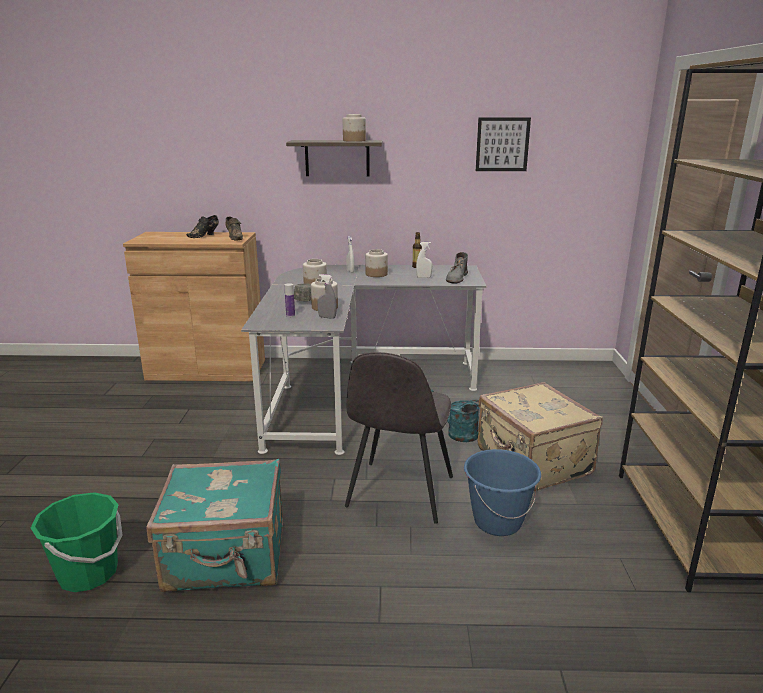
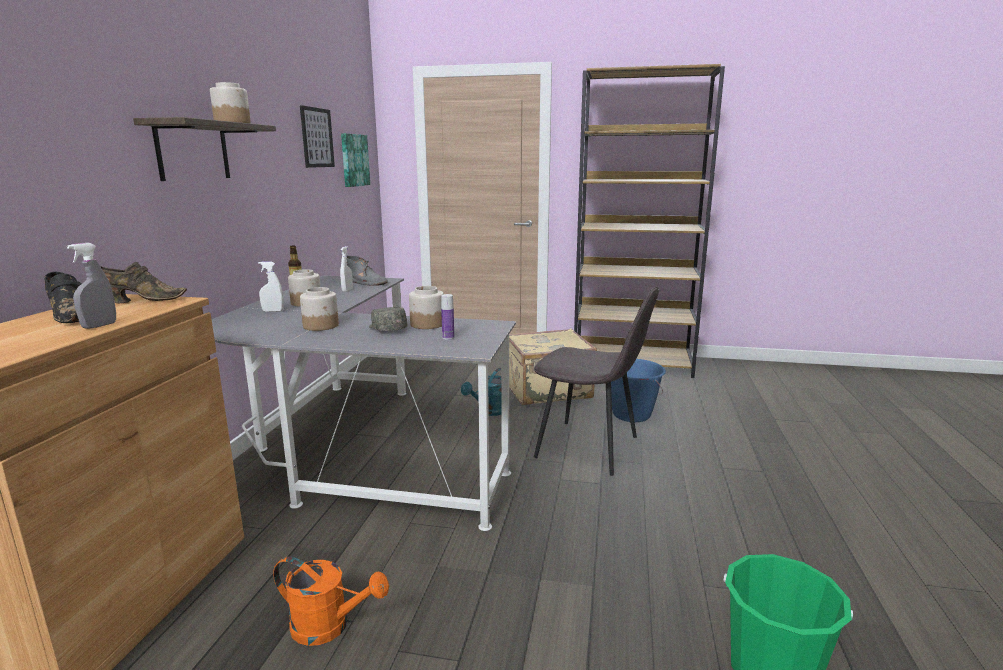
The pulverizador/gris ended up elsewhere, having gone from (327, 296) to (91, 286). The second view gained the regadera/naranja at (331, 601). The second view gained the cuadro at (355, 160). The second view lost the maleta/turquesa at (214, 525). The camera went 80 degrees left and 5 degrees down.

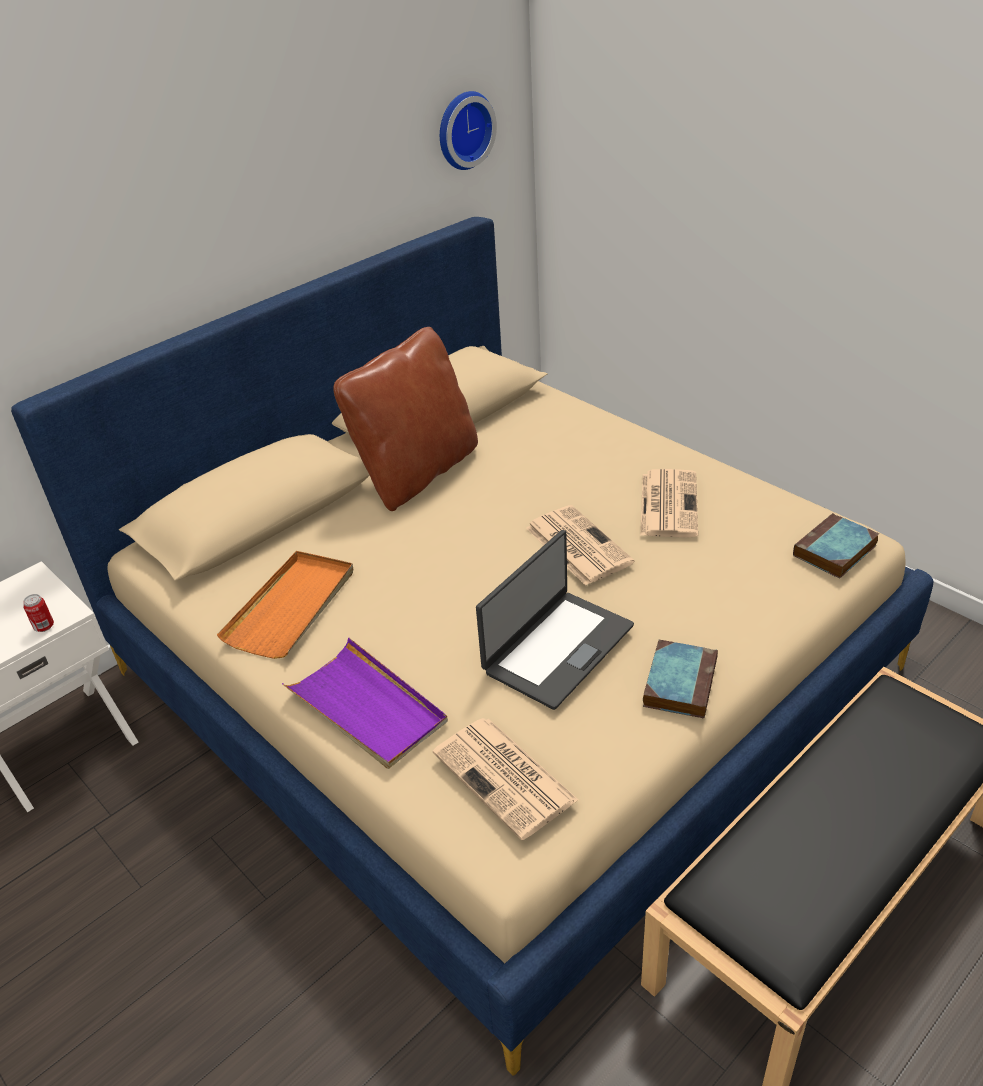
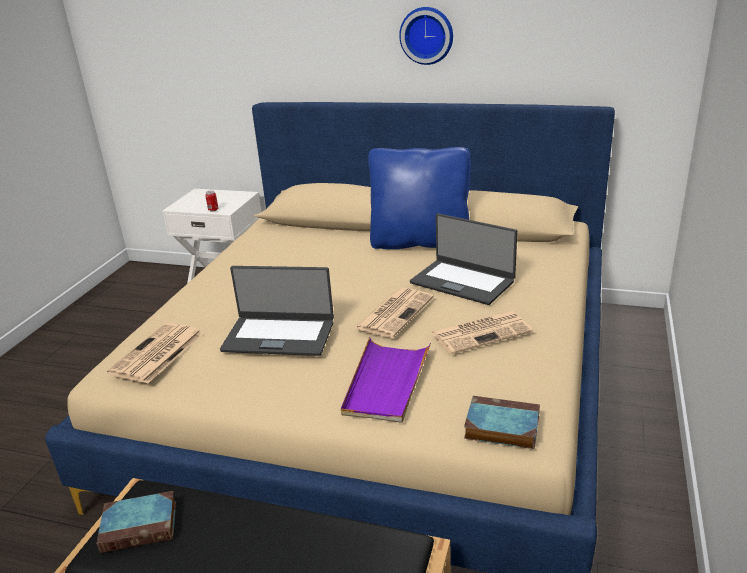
The libro ended up elsewhere, having gone from (680, 679) to (136, 522). The bandeja/morado ended up elsewhere, having gone from (365, 703) to (386, 380). What was the cojín/marrón at (405, 419) turned into the cojín/azul at (419, 198). The reloj de pared ended up elsewhere, having gone from (468, 130) to (426, 36). The second view gained the portátil at (463, 259). The second view lost the bandeja/naranja at (285, 605). The camera went 60 degrees right and 10 degrees down.

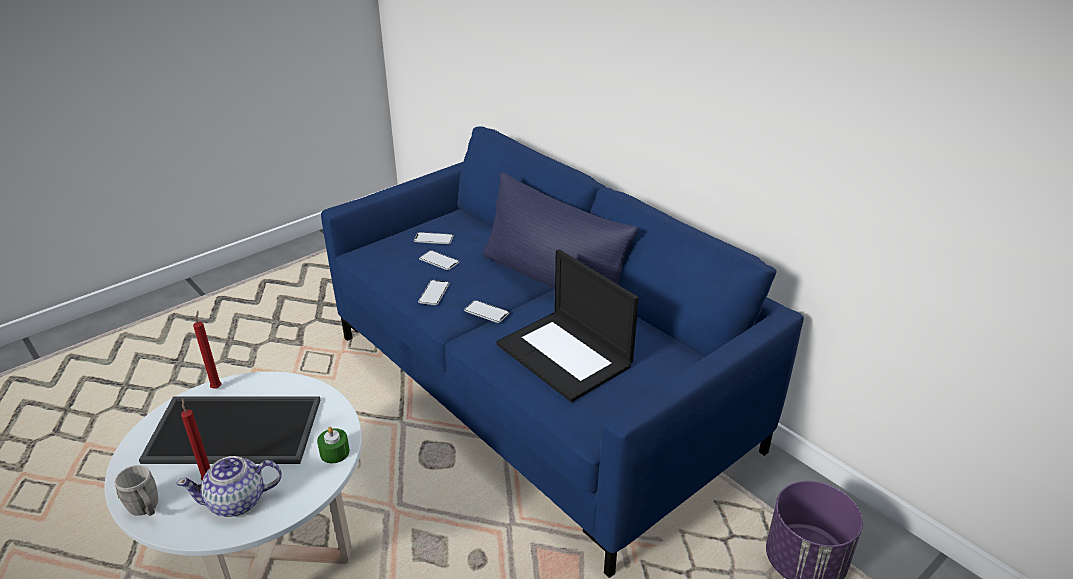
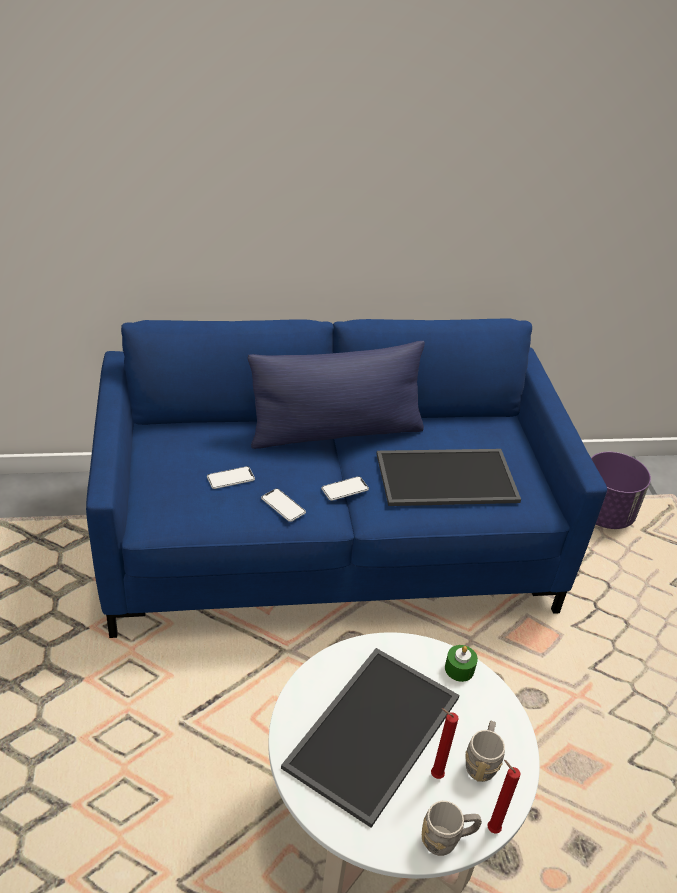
Where the portátil stood at (567, 325), the bandeja came to stand at (448, 477). Where the tetera stood at (229, 486), the taza grande/gris came to stand at (485, 751). The vela/rojo ended up elsewhere, having gone from (207, 350) to (504, 797). The second view lost the móvil at (434, 238). The camera went 60 degrees left and 5 degrees up.

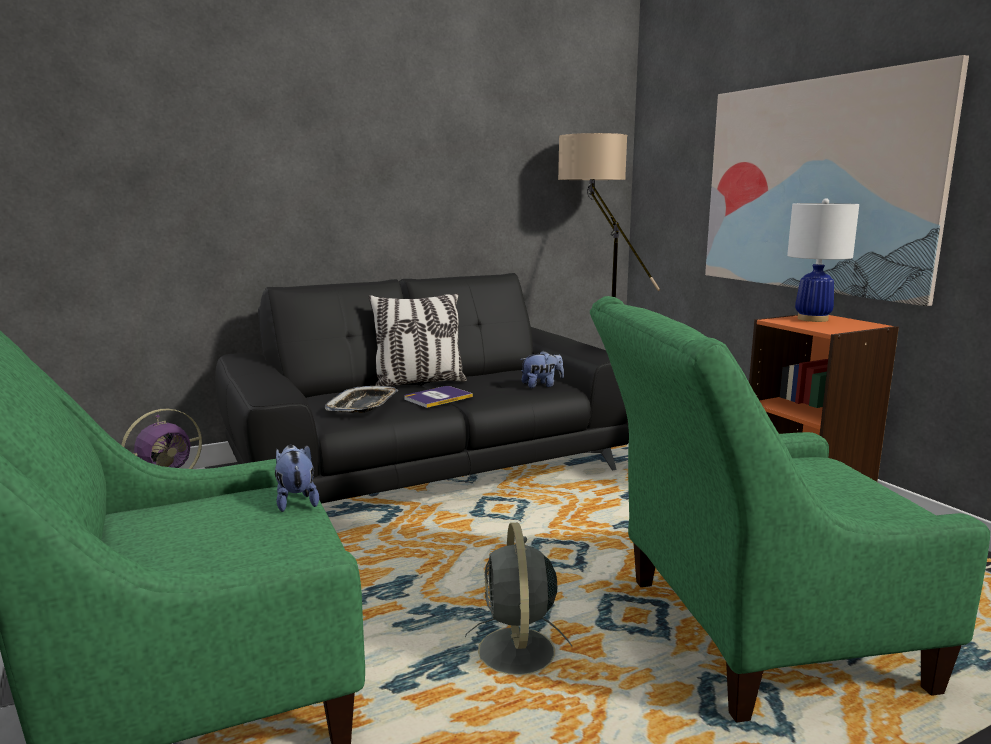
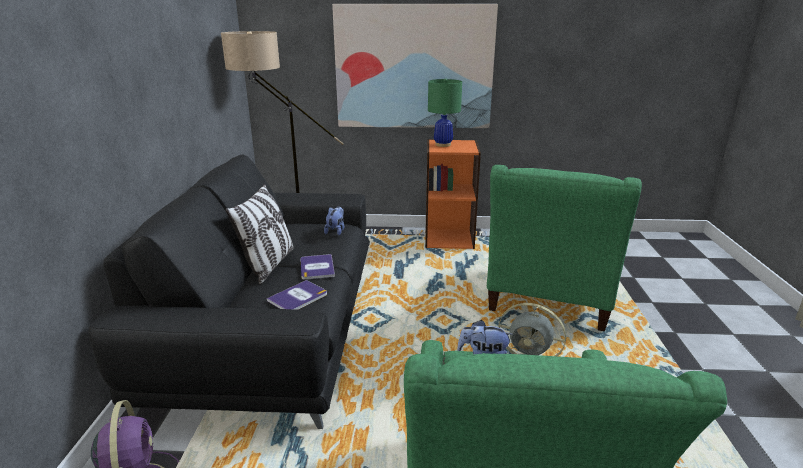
Where the bandeja stood at (361, 399), the libro came to stand at (297, 295). What was the lámpara de mesa/blanco at (823, 260) turned into the lámpara de mesa/verde at (445, 112). The camera went 60 degrees left and 10 degrees up.

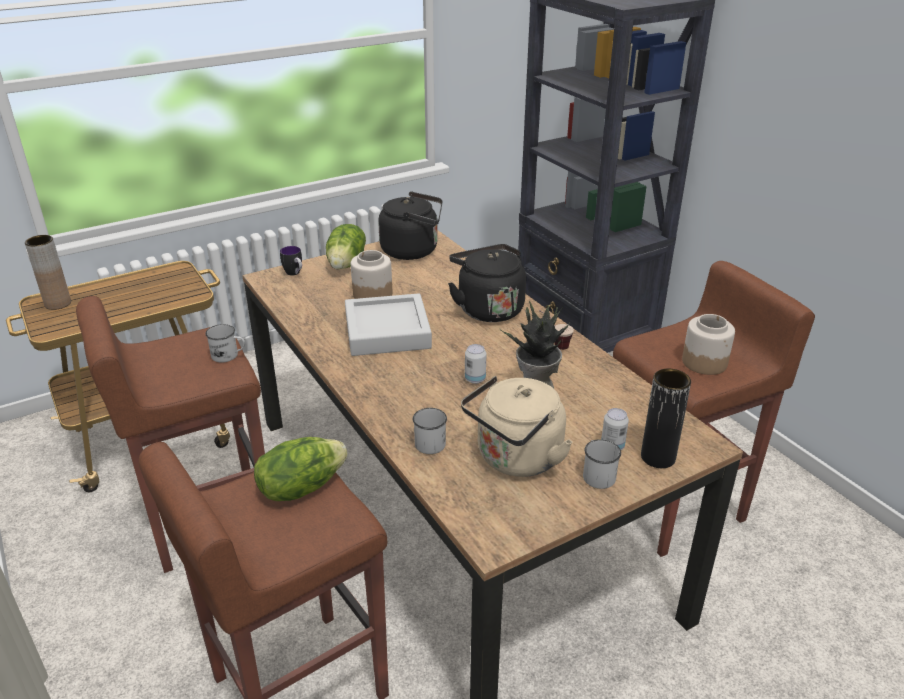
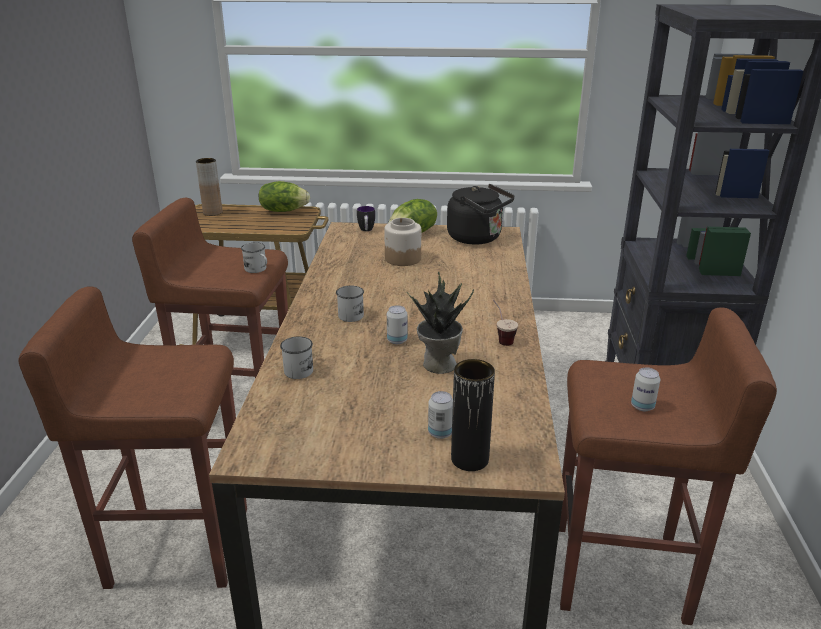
The lechuga ended up elsewhere, having gone from (301, 469) to (284, 196). The taza grande/blanco ended up elsewhere, having gone from (602, 464) to (350, 304). Where the tarro stood at (708, 344), the lata came to stand at (645, 389). The second view lost the bandeja/gris at (388, 324). The second view lost the hervidor/negro at (487, 283). The second view lost the hervidor/beis at (516, 426). The camera went 35 degrees right and 5 degrees down.

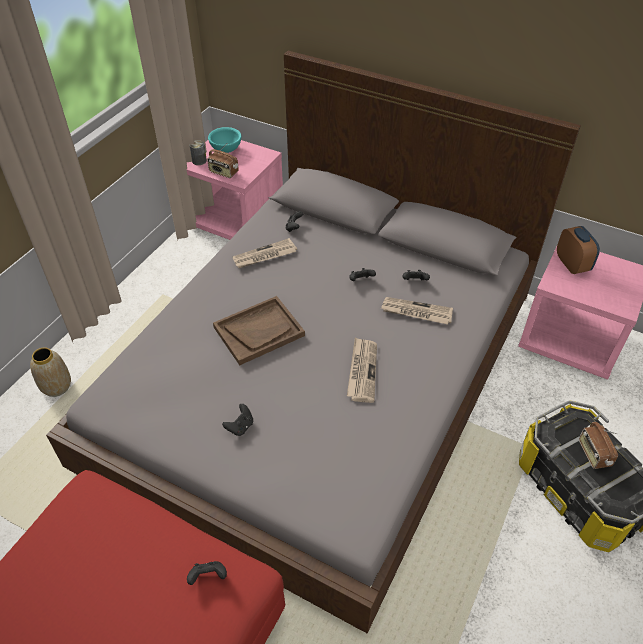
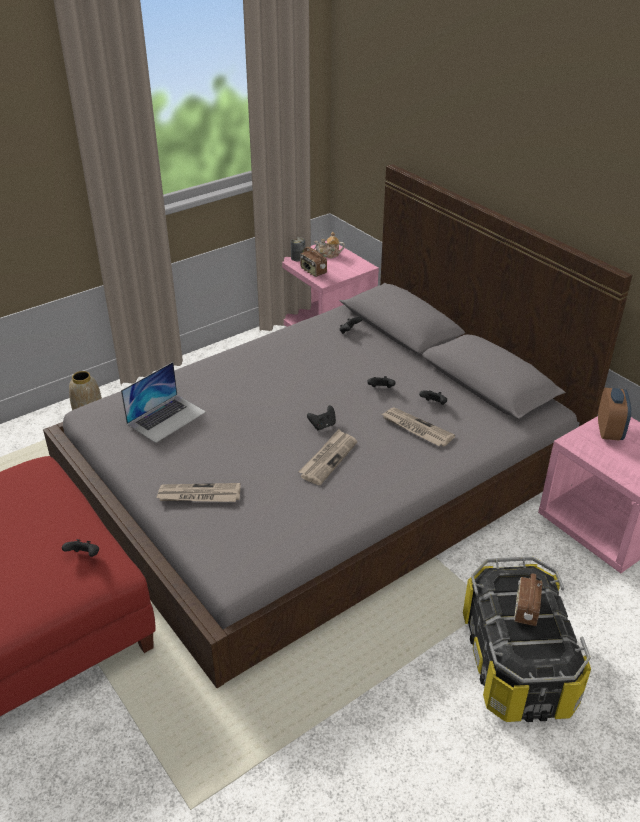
The second view gained the portátil at (163, 402). The periódico ended up elsewhere, having gone from (265, 253) to (198, 492). The mando de consola/negro ended up elsewhere, having gone from (237, 420) to (321, 417). Where the cuenco/turquesa stood at (224, 140), the tetera came to stand at (329, 245). The second view lost the bandeja/marrón at (259, 331). The camera went 25 degrees right and 10 degrees down.

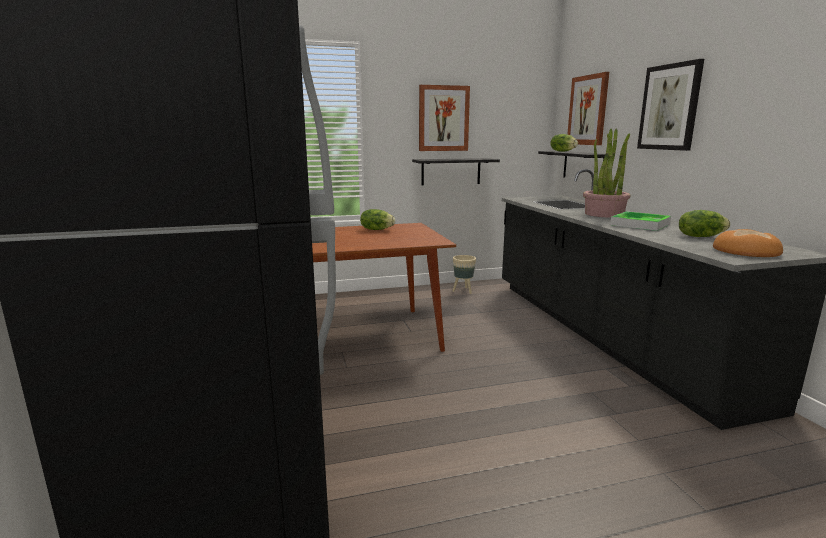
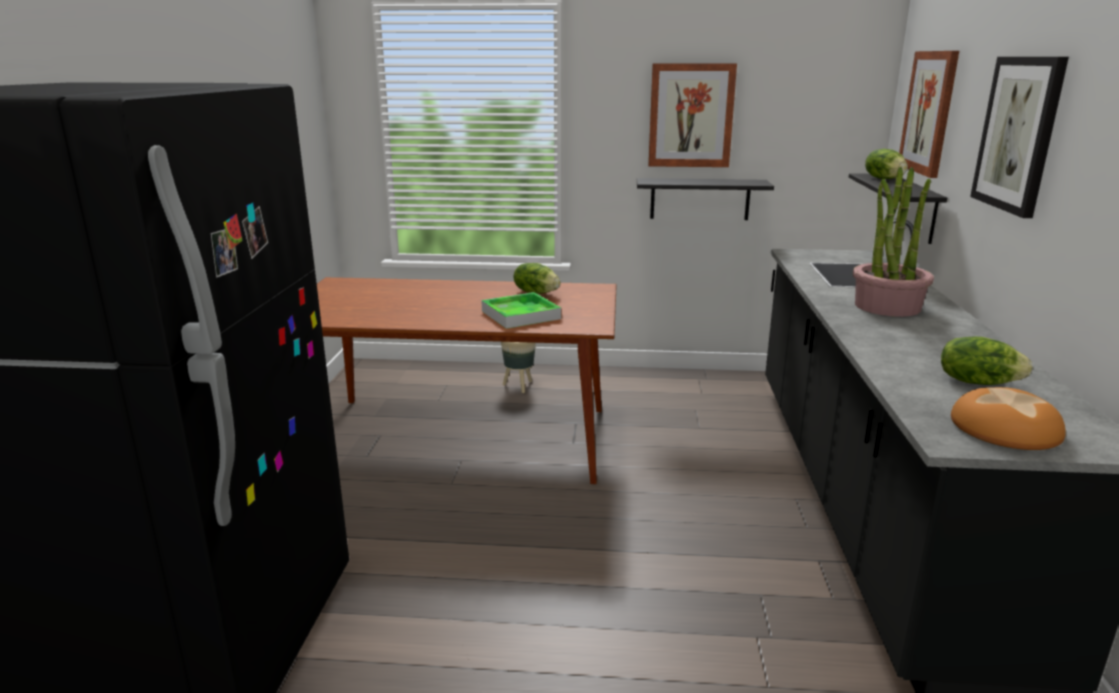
The bandeja ended up elsewhere, having gone from (640, 221) to (521, 310). The maceta/beis ended up elsewhere, having gone from (464, 274) to (518, 367). The camera went 20 degrees right and 5 degrees up.

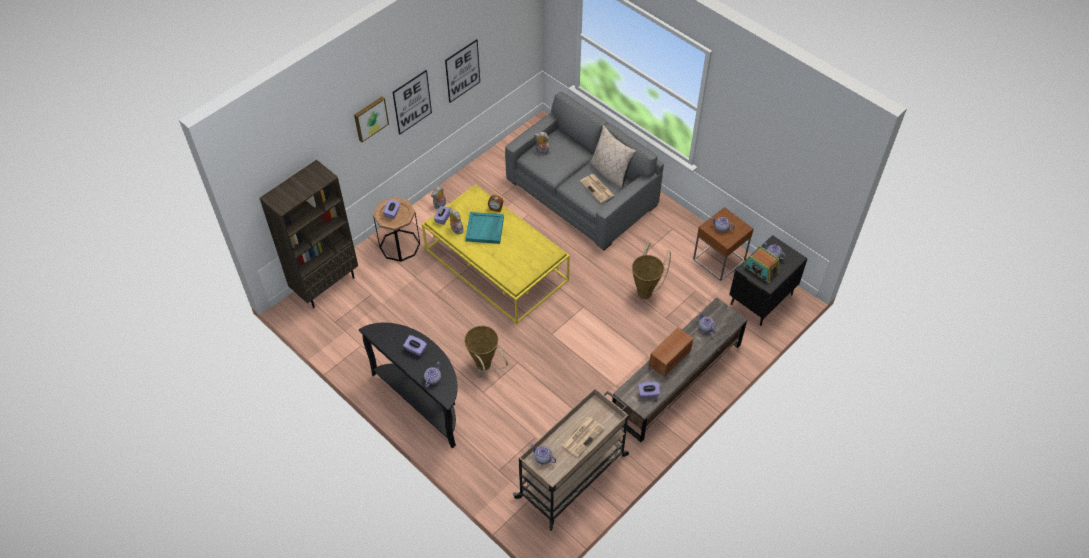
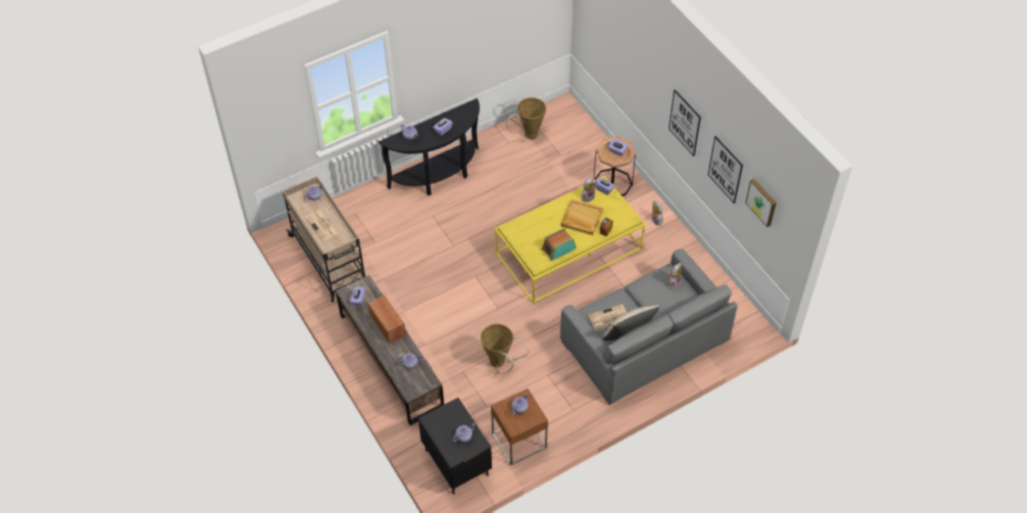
The cesta ended up elsewhere, having gone from (486, 352) to (524, 119). The radio ended up elsewhere, having gone from (761, 264) to (559, 244). What was the bandeja/turquesa at (485, 228) turned into the bandeja/beis at (582, 217). The cuadro ended up elsewhere, having gone from (371, 119) to (760, 203). The second view lost the estantería/marrón at (309, 234). The camera went 105 degrees right and 0 degrees up.

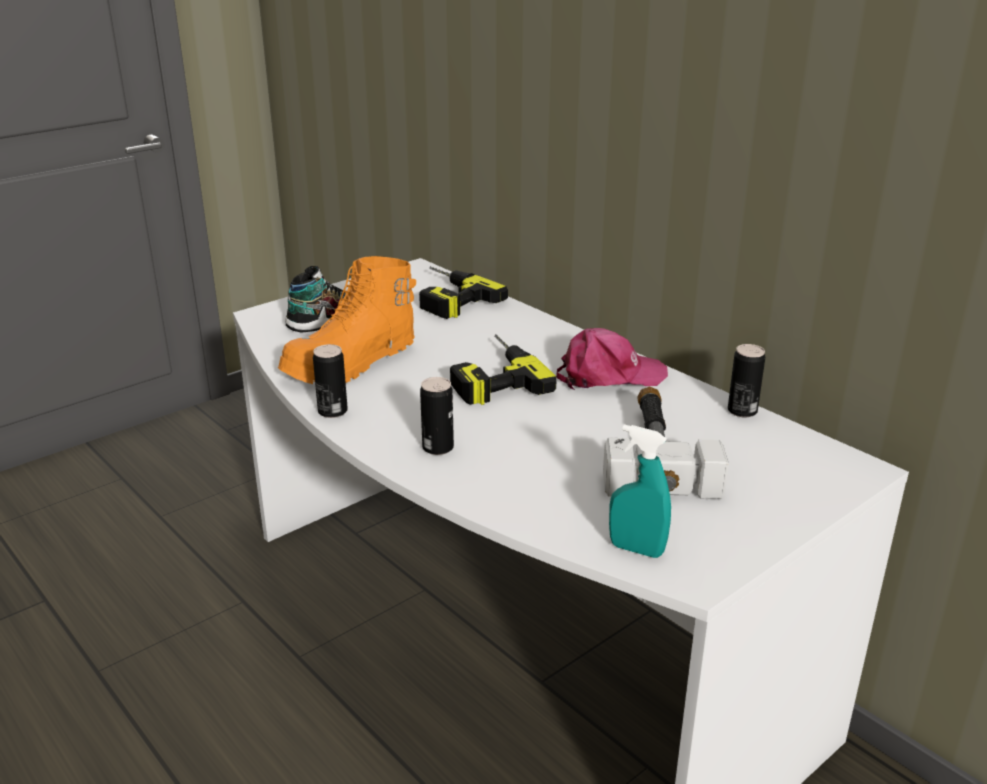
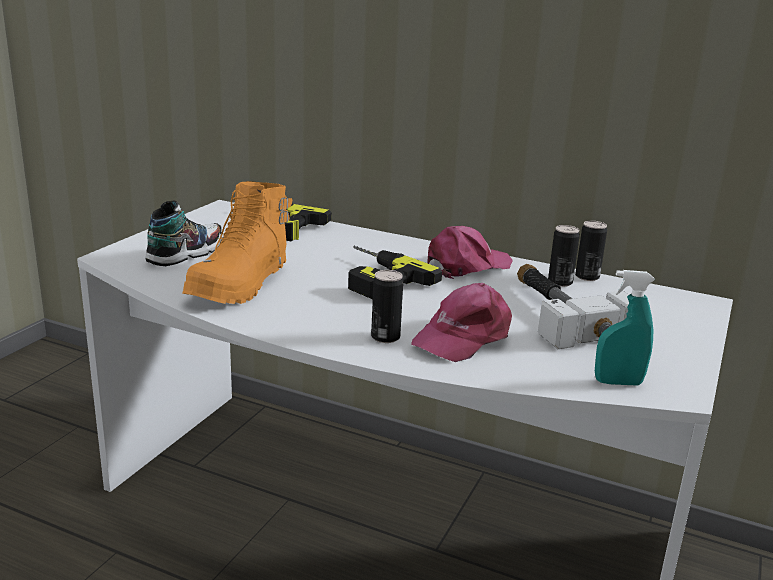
The second view gained the gorra/rosa at (461, 322). The lata ended up elsewhere, having gone from (330, 381) to (564, 256). The camera went 25 degrees left and 5 degrees down.

